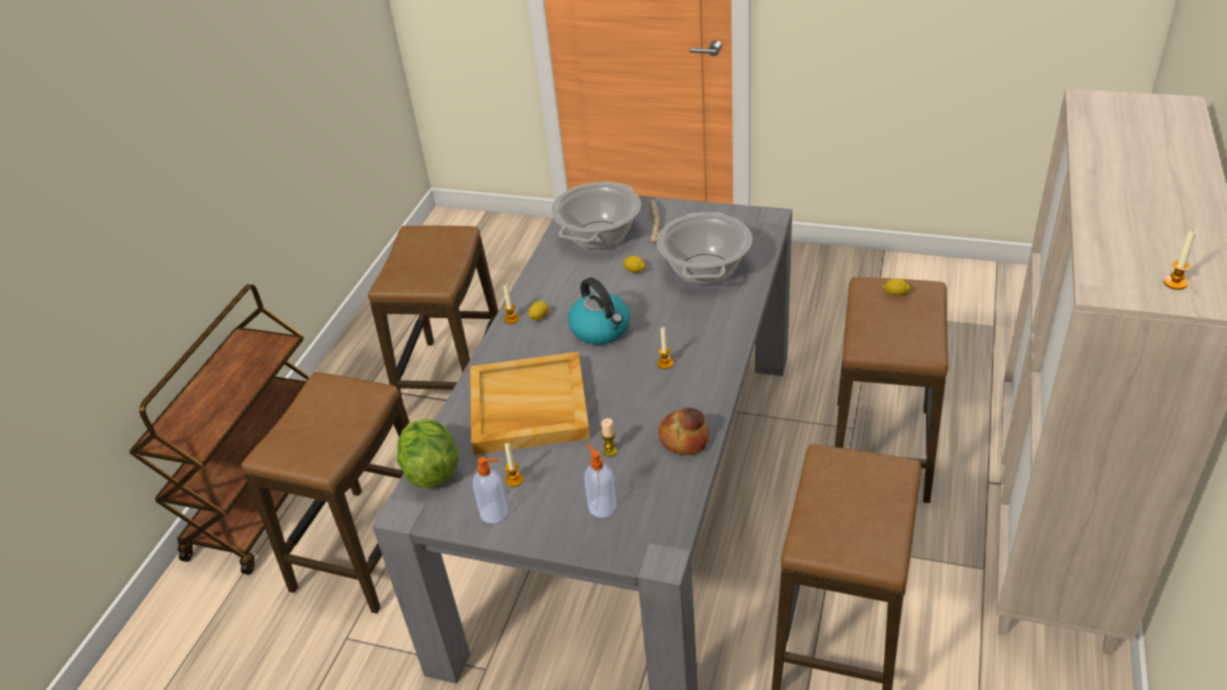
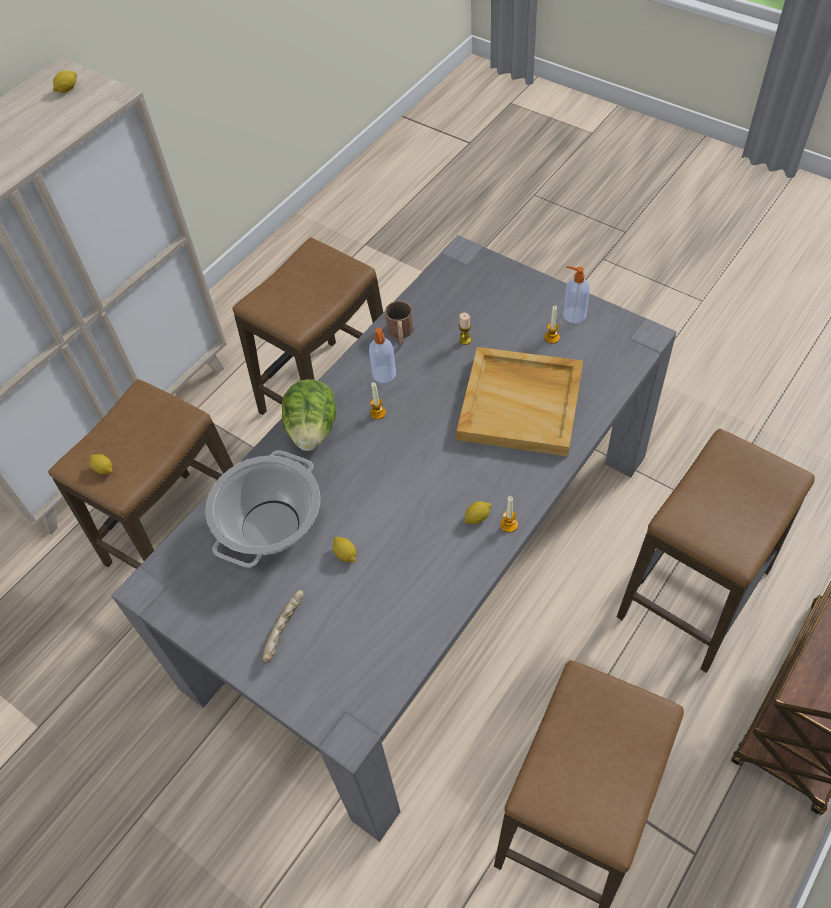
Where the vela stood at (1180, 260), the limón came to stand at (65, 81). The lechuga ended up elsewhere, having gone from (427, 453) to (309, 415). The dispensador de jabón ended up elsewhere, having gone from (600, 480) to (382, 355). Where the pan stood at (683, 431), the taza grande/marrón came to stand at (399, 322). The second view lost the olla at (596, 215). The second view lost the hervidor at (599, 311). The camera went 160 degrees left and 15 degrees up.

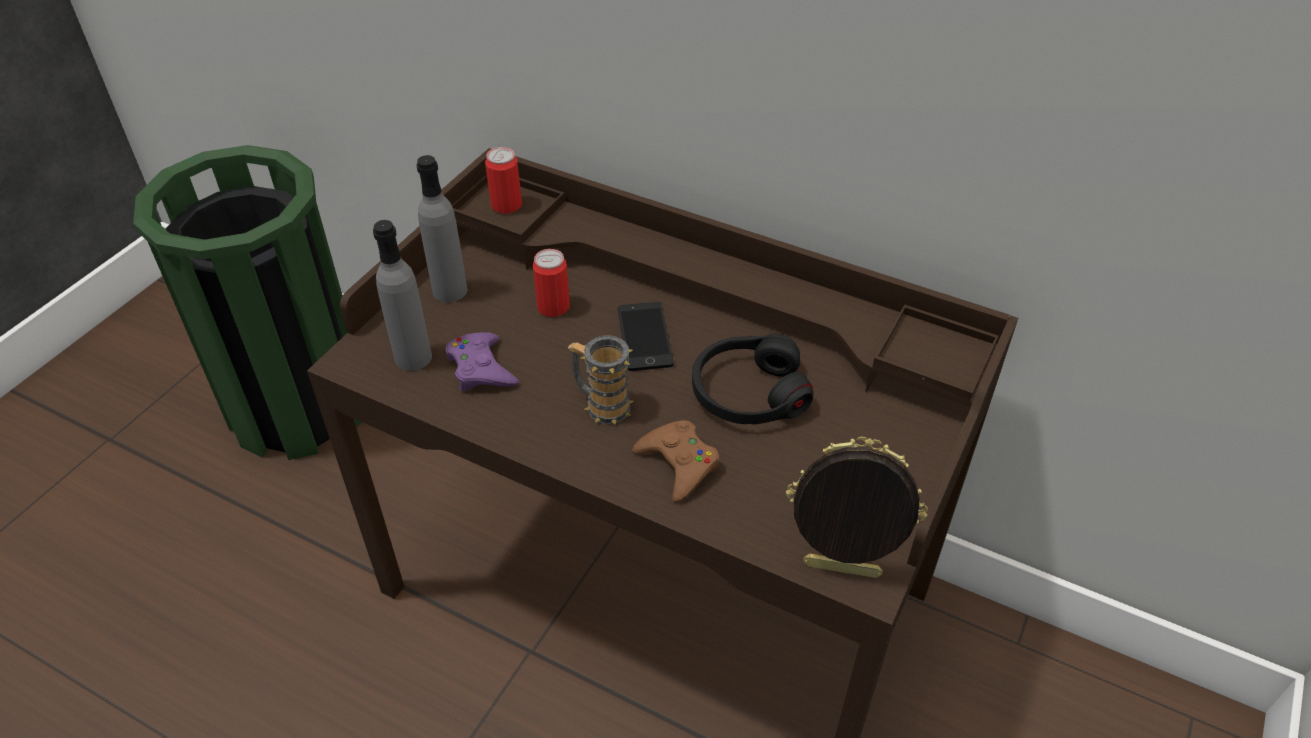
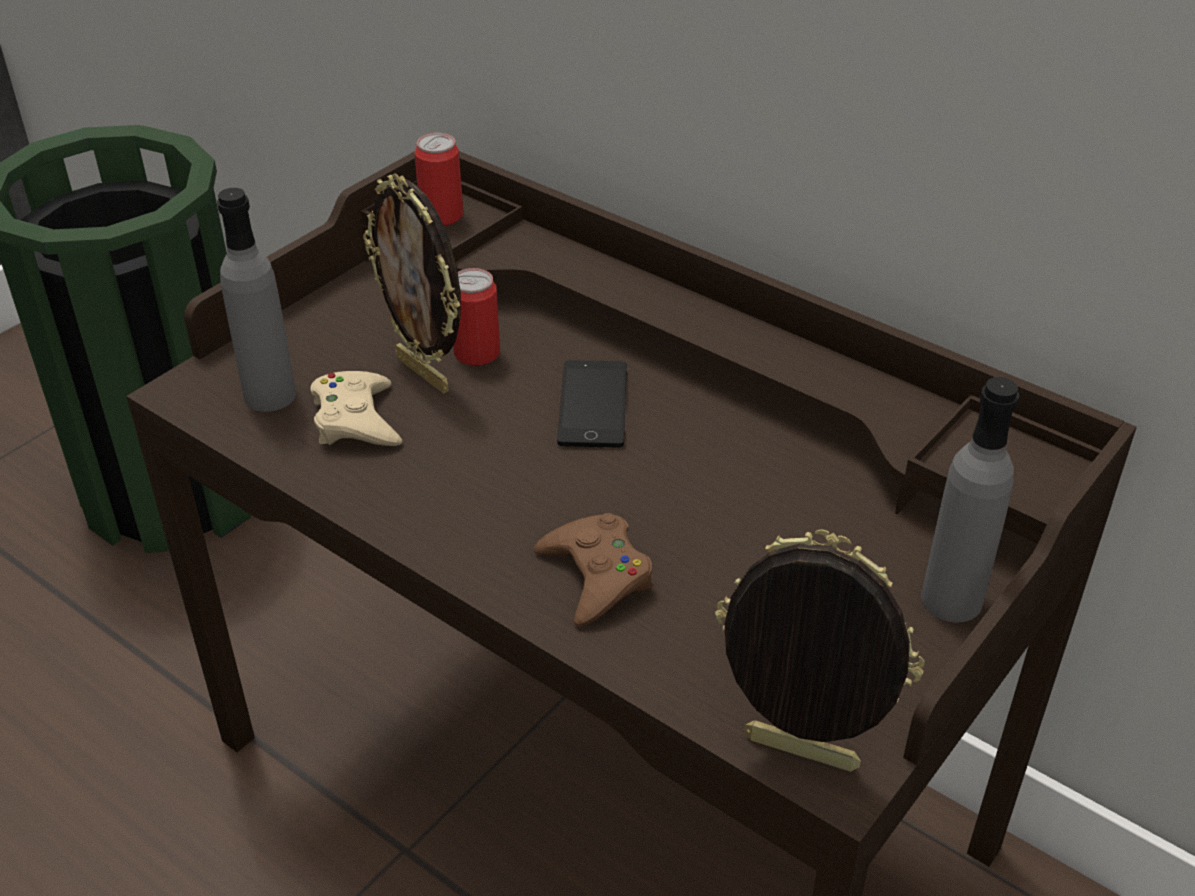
What was the mando de consola/morado at (482, 361) turned into the mando de consola/beis at (356, 408). The second view gained the portarretratos at (412, 284). The botella/gris ended up elsewhere, having gone from (442, 228) to (970, 500). The second view lost the taza grande at (601, 379). The second view lost the auriculares/negro at (753, 379). The camera went 10 degrees right and 5 degrees down.

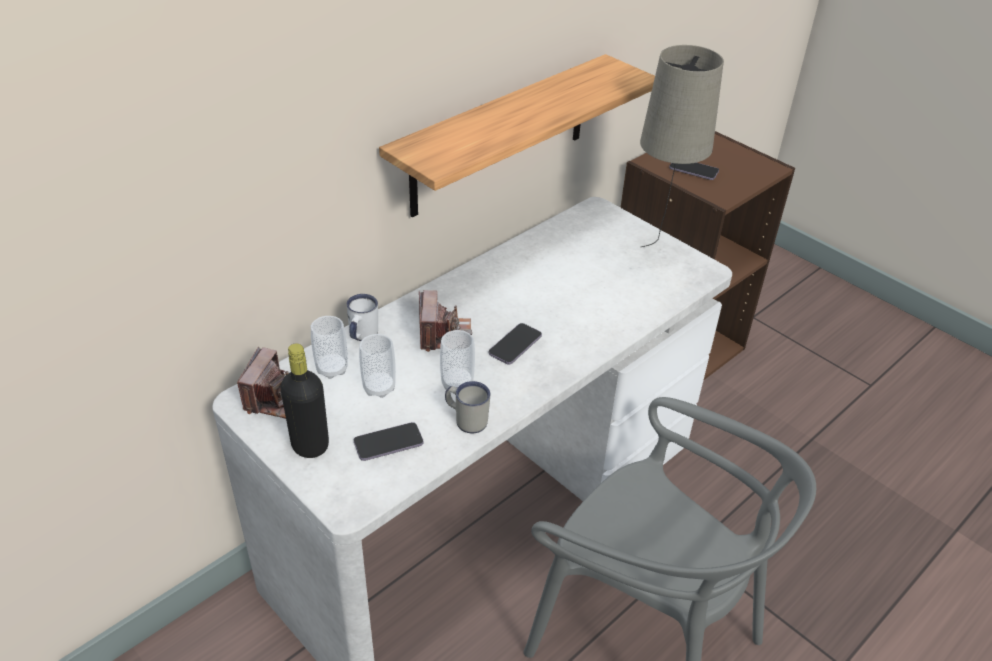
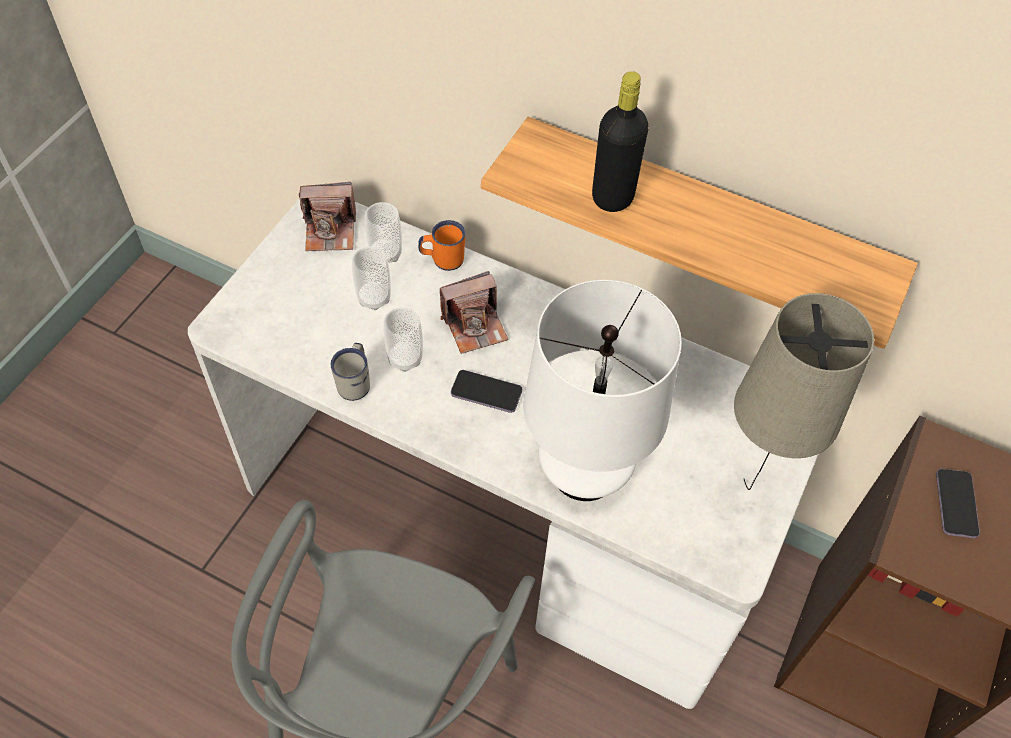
What was the taza grande/blanco at (362, 317) turned into the taza grande/naranja at (441, 245). The second view gained the lámpara de mesa/blanco at (603, 390). The botella/negro ended up elsewhere, having gone from (304, 400) to (620, 141). The second view lost the móvil at (388, 441). The camera went 70 degrees right and 15 degrees up.

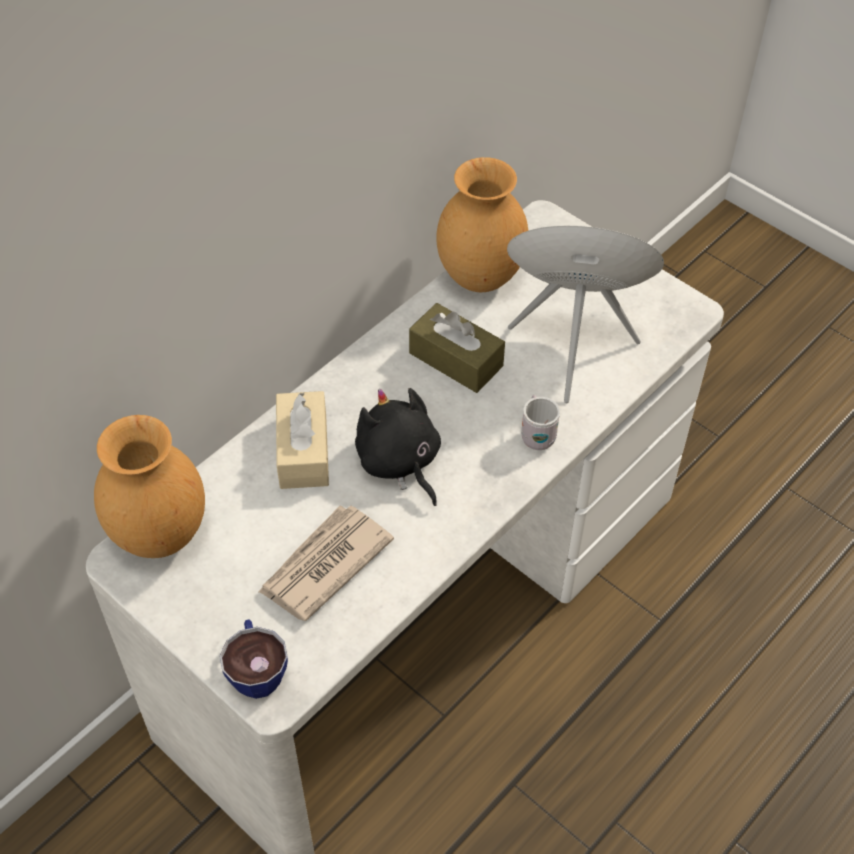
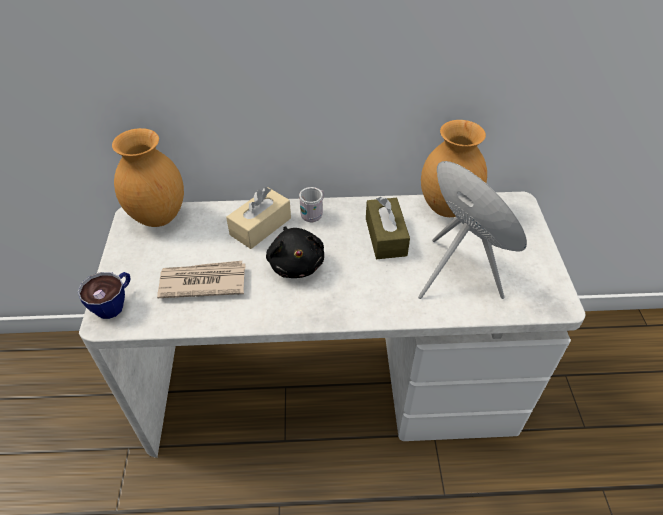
The peluche/negro at (398, 447) ended up facing another way, 150 degrees clockwise from before. The taza grande/blanco ended up elsewhere, having gone from (540, 422) to (311, 204). The camera went 45 degrees right and 5 degrees down.

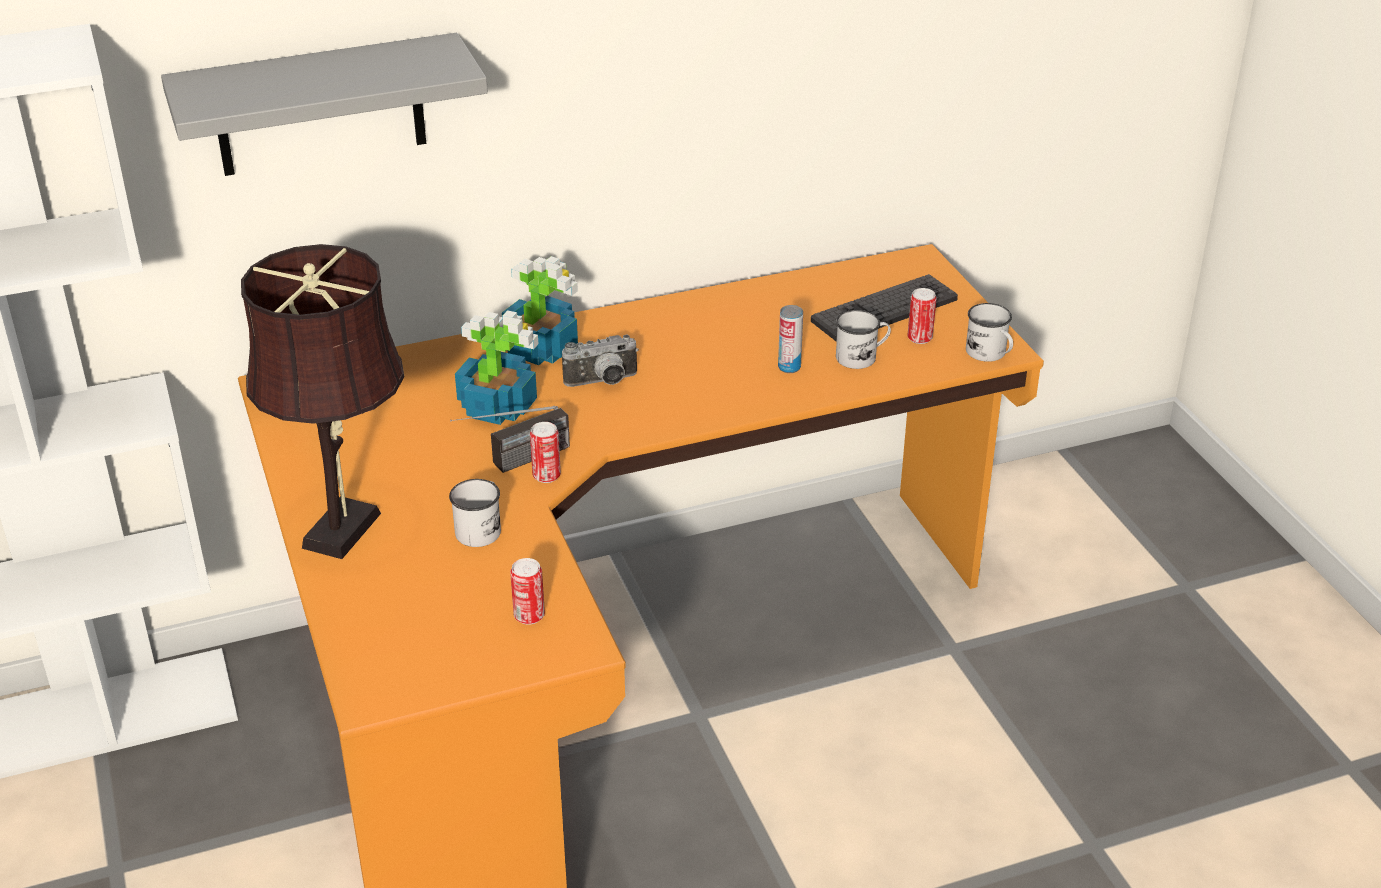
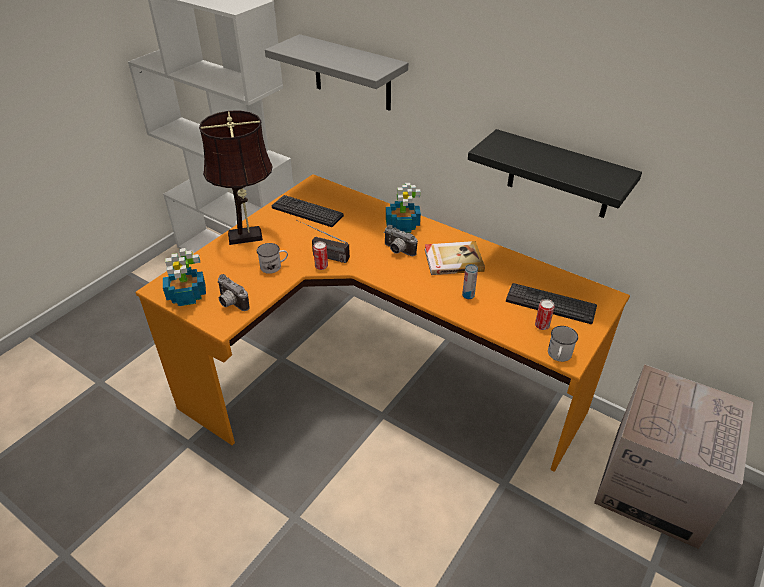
The planta en maceta ended up elsewhere, having gone from (496, 367) to (184, 277). Where the lata stood at (527, 591), the cámara came to stand at (233, 292). The second view gained the teclado at (308, 211). The second view gained the libro at (454, 258). The second view gained the estante/negro at (555, 173). The second view gained the caja de cartón at (673, 456). The second view lost the taza grande/blanco at (863, 339). The camera went 55 degrees right and 5 degrees up.

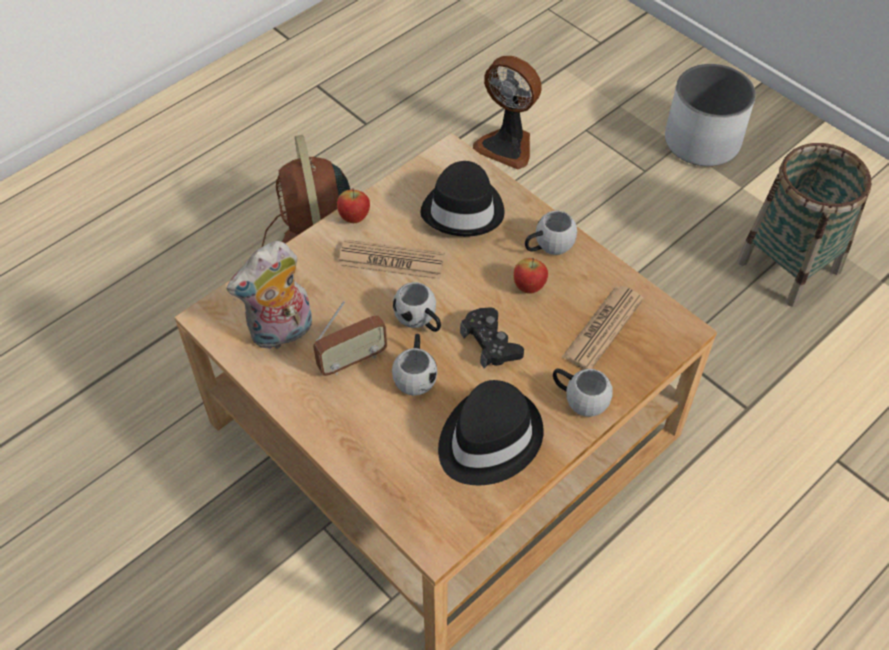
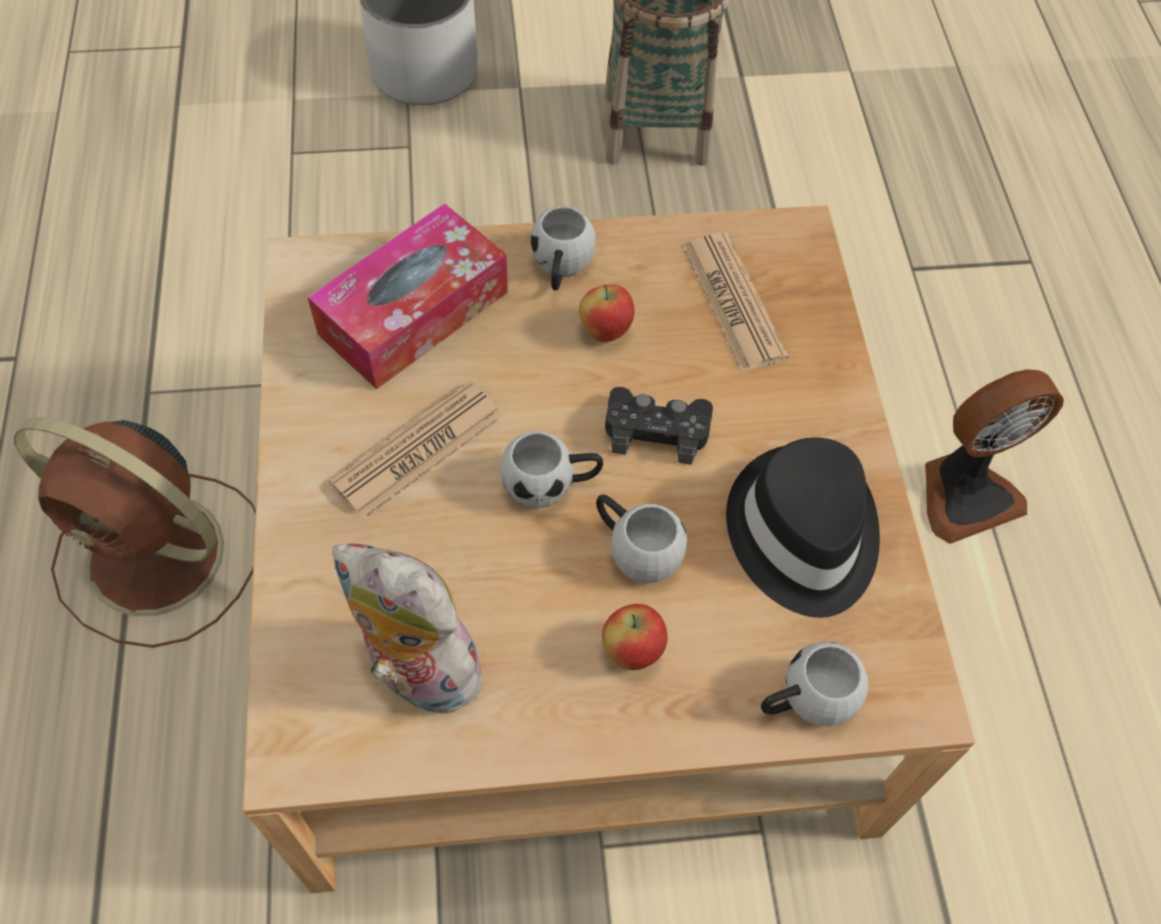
Where the sombrero/negro stood at (462, 198), the caja de pañuelos came to stand at (408, 296). The peluche at (269, 295) ended up facing another way, 120 degrees clockwise from before. The manzana ended up elsewhere, having gone from (353, 205) to (635, 637). The taza grande/blanco ended up elsewhere, having gone from (583, 393) to (815, 684). The ventilador ended up elsewhere, having gone from (507, 113) to (994, 456). The second view lost the radio at (350, 338). The camera went 55 degrees left and 5 degrees up.

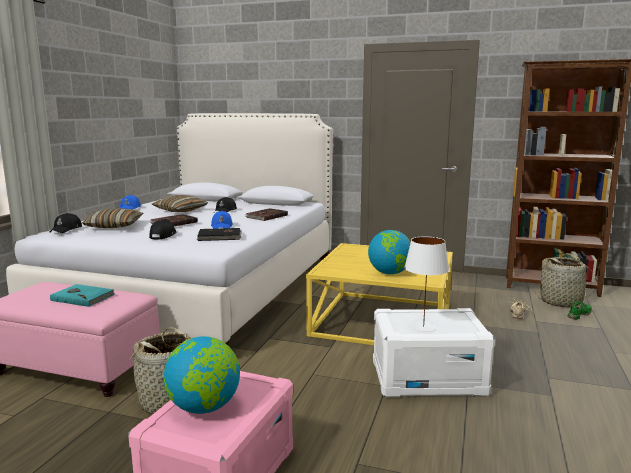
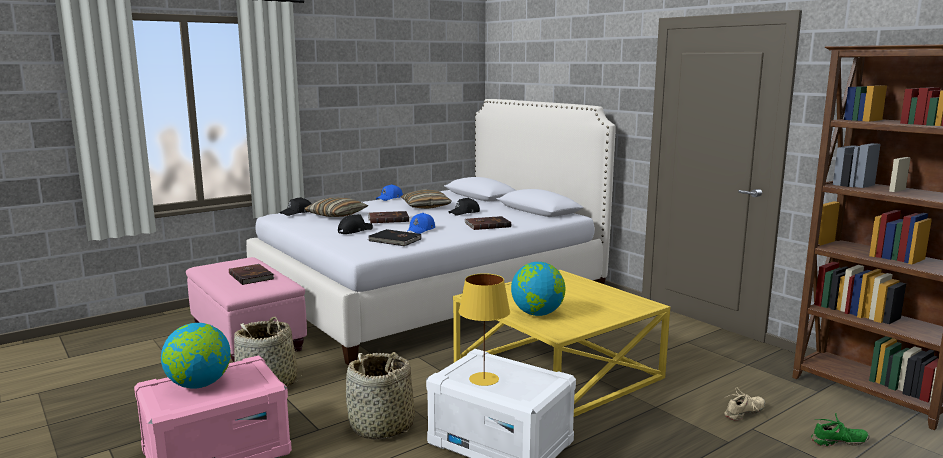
What was the libro/turquesa at (82, 295) turned into the libro/marrón at (251, 274). The cesta ended up elsewhere, having gone from (566, 280) to (380, 396). What was the lámpara de mesa/blanco at (426, 284) turned into the lámpara de mesa/amarillo at (484, 329). The camera went 35 degrees right and 0 degrees up.

